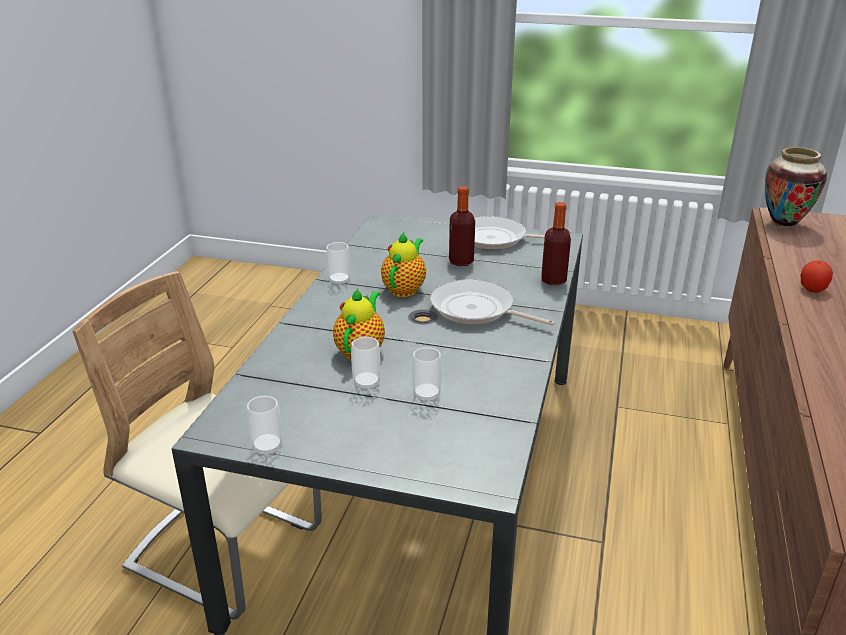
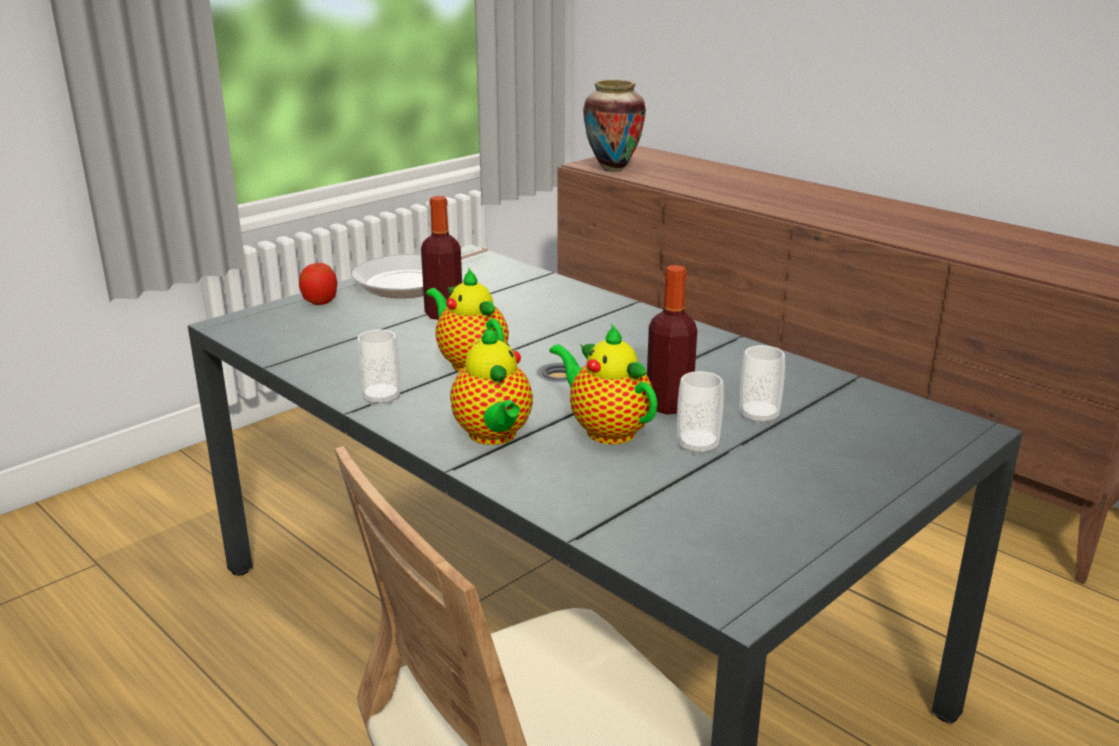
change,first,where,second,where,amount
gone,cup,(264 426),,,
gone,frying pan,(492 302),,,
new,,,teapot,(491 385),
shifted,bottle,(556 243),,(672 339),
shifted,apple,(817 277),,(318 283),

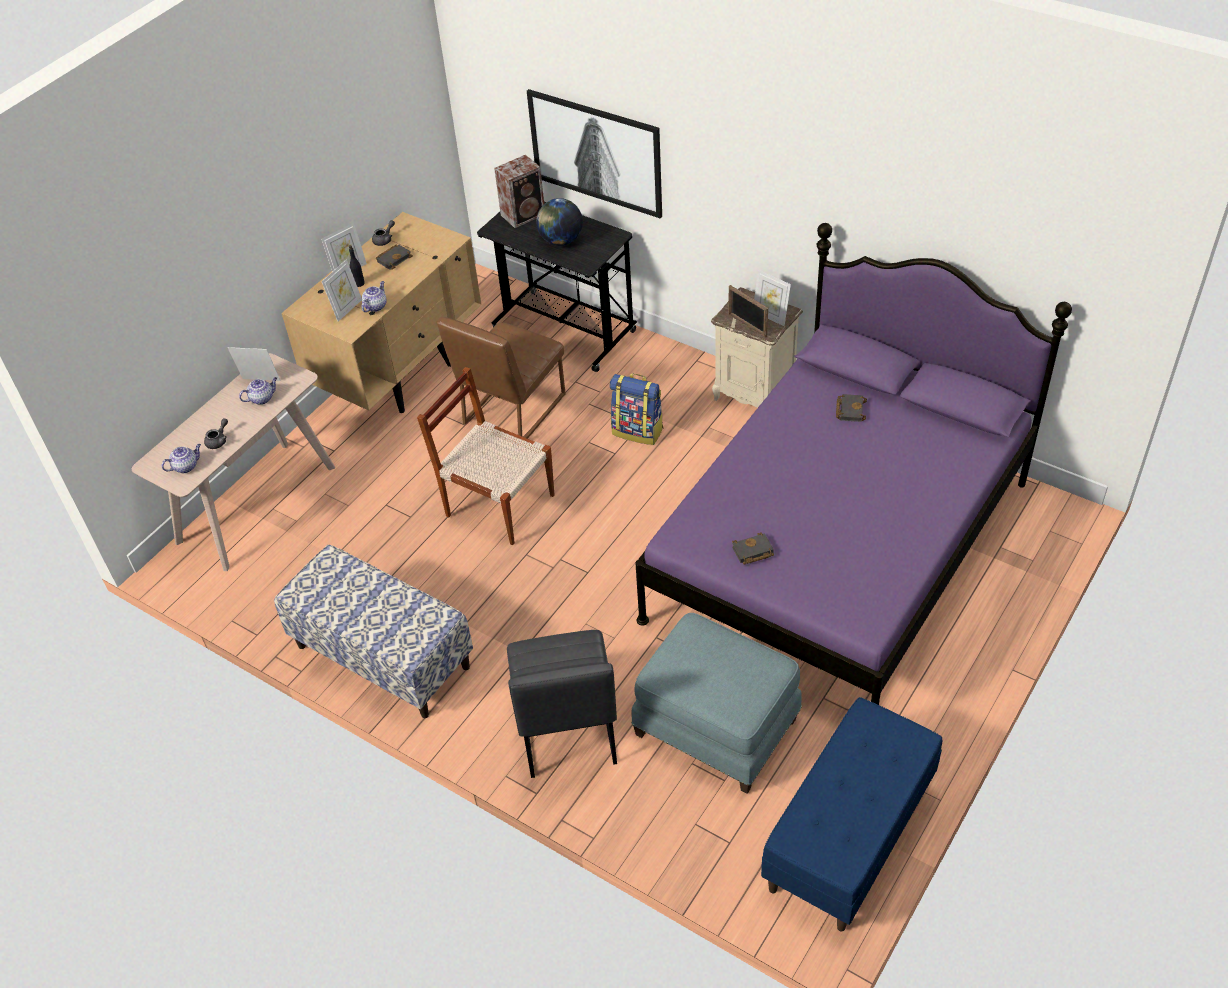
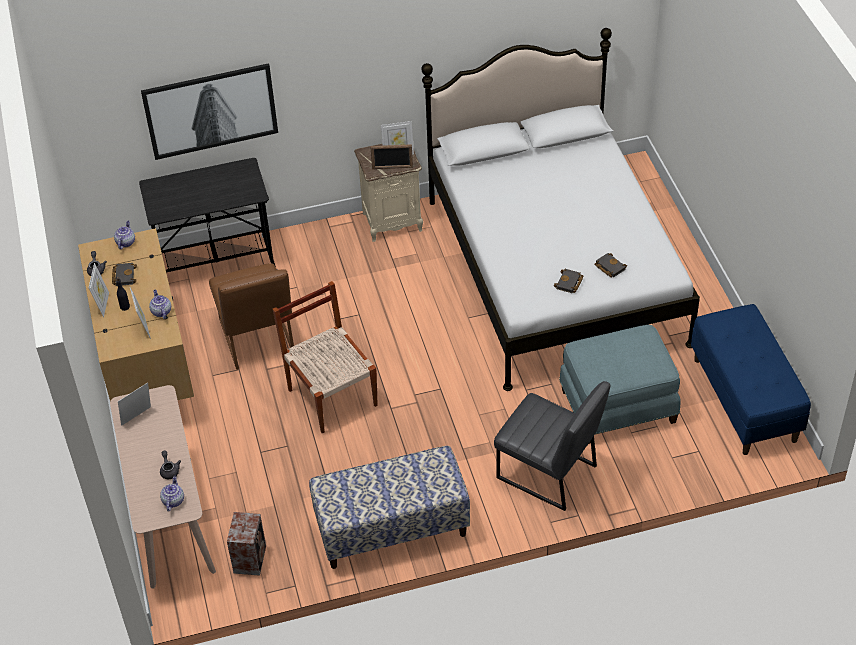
change,first,where,second,where,amount
gone,globe,(559 222),,,
gone,backpack,(636 409),,,
shifted,teapot,(258 391),,(124 234),
shifted,speaker,(519 191),,(246 544),
shifted,book (black),(851 408),,(610 265),
repainted,bed (purple),(853 464),bed (white),(560 209),
rotated,chair,(485 456),,(325 357),75 degrees clockwise

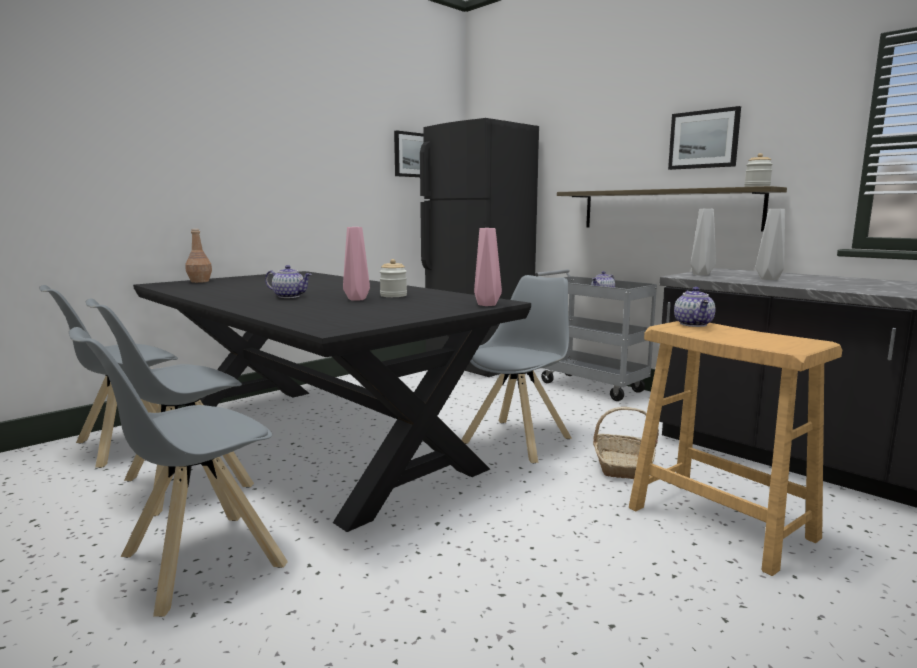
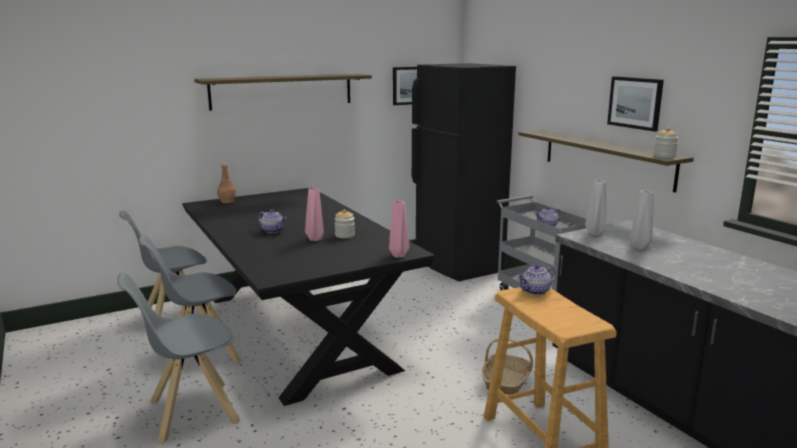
change,first,where,second,where,amount
gone,chair (grey),(516 369),,,
new,,,shelf,(283 92),
rotated,teapot,(695 307),,(536 279),45 degrees clockwise

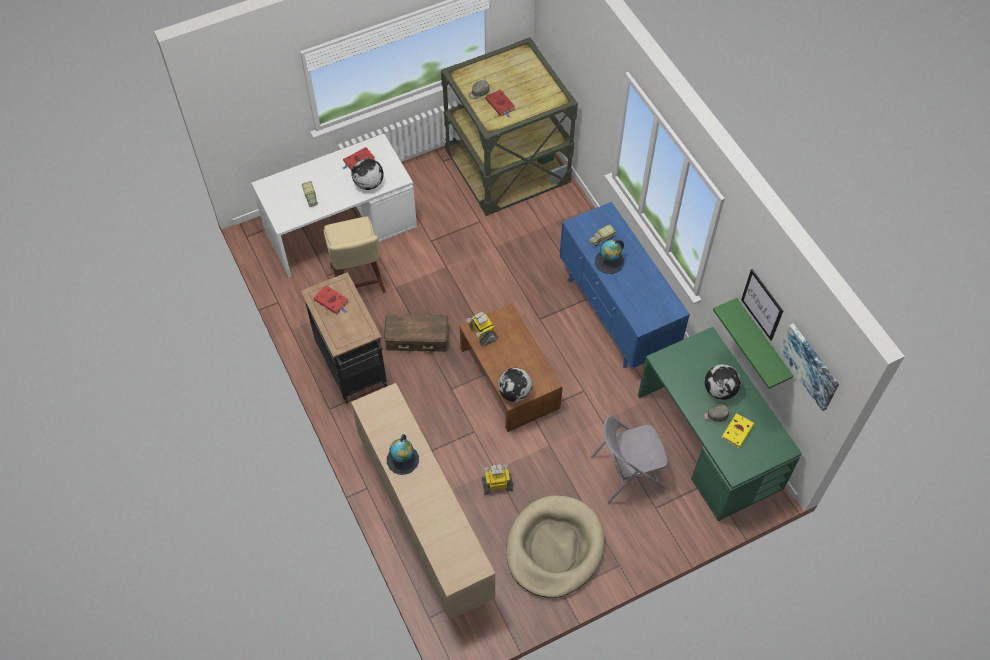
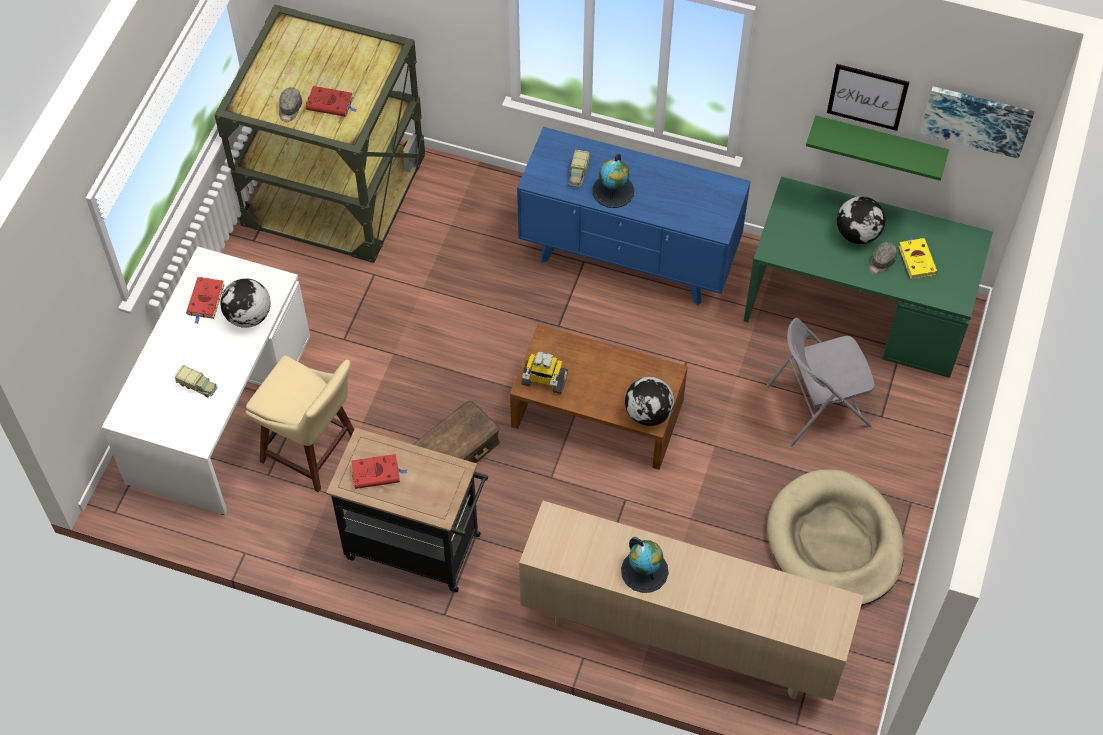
change,first,where,second,where,amount
gone,toy robot,(497 479),,,
rotated,chair (grey),(629 459),,(820 382),45 degrees clockwise

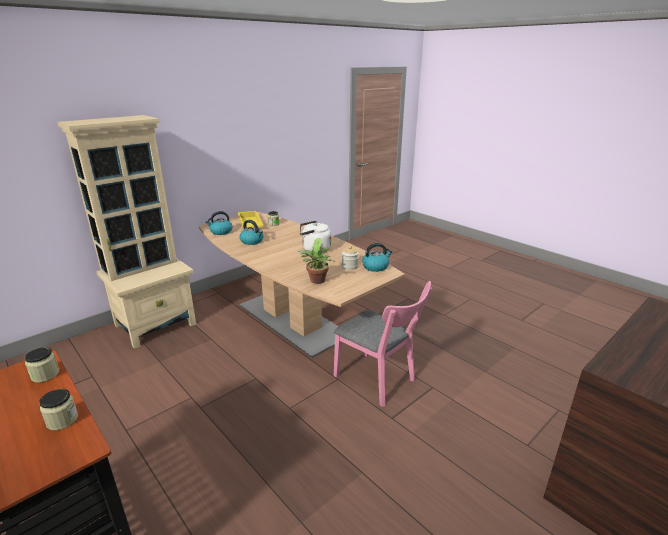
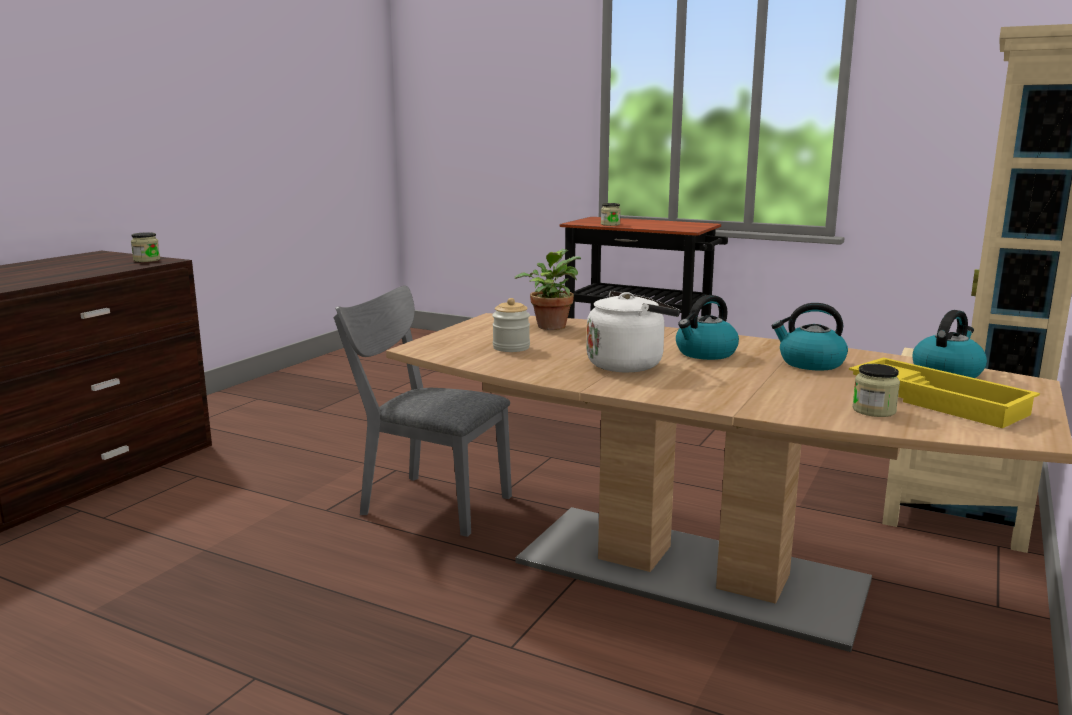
change,first,where,second,where,amount
shifted,jar,(41 365),,(145 247),
shifted,kettle,(377 257),,(707 327),
repainted,chair (pink),(383 344),chair (grey),(423 411),

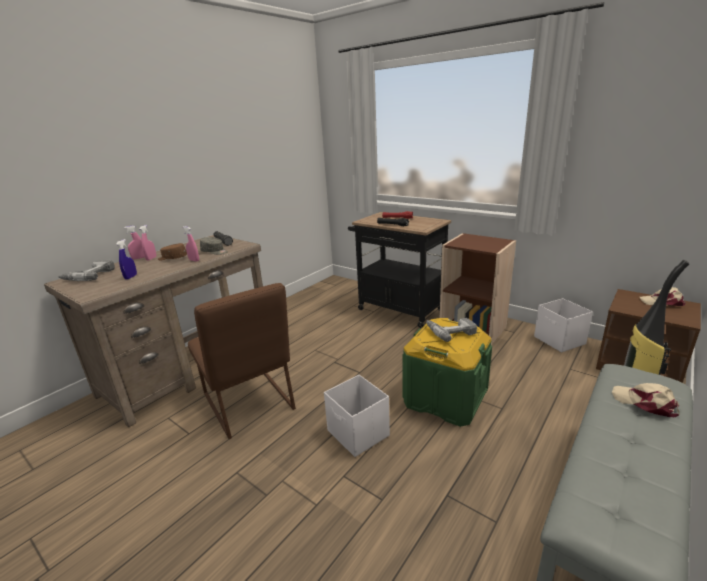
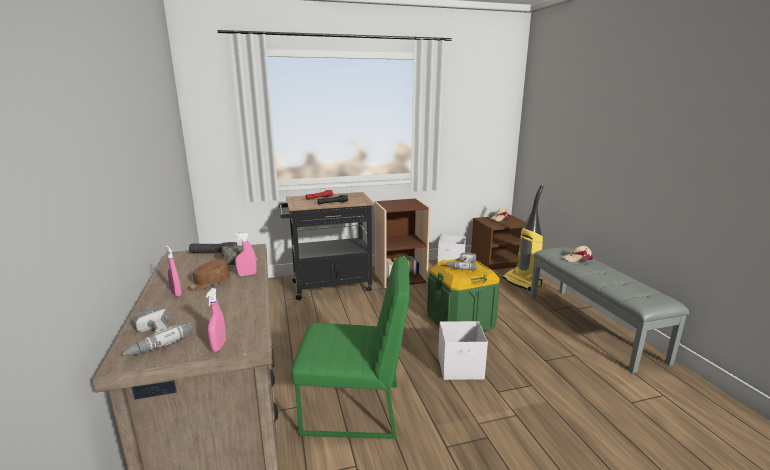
change,first,where,second,where,amount
gone,spray bottle (blue),(126 259),,,
shifted,spray bottle (pink),(134 242),,(216 320),
repainted,chair (brown),(242 361),chair (green),(350 348),

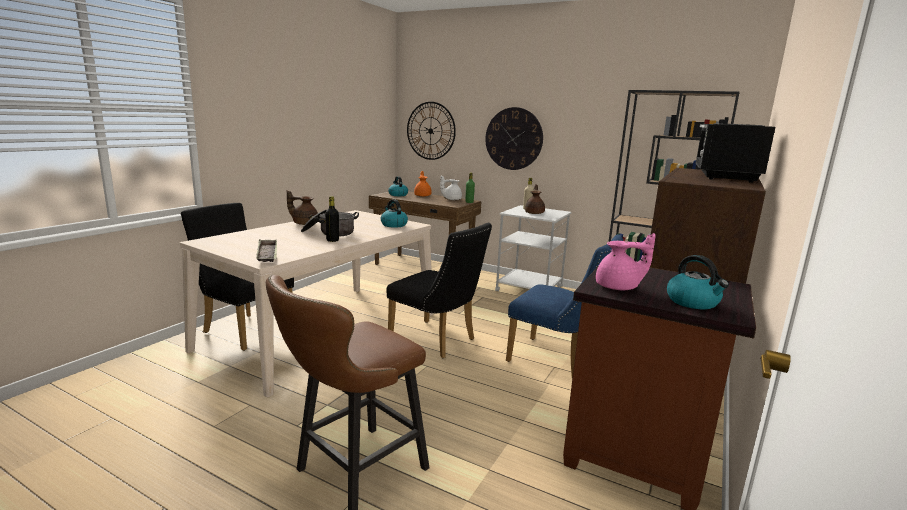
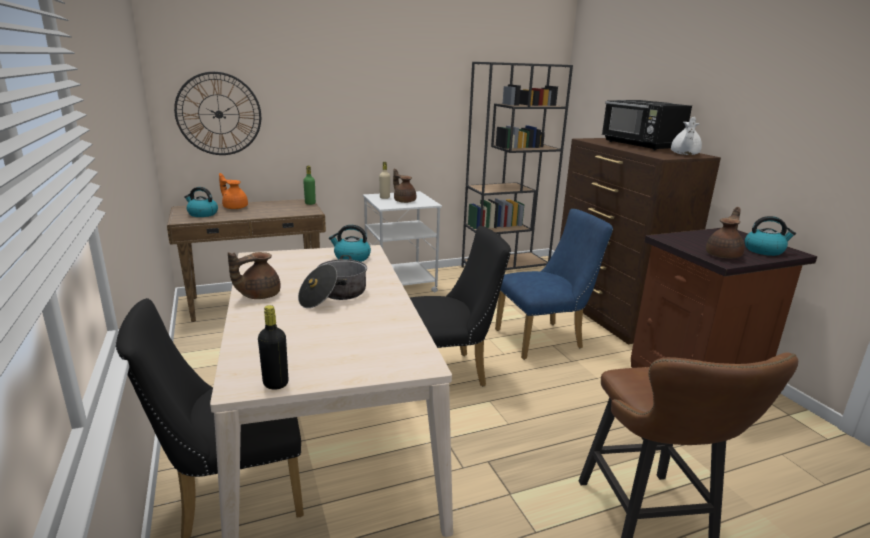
change,first,where,second,where,amount
gone,tray,(266 250),,,
gone,wall clock,(514 138),,,
shifted,bottle (black),(332 219),,(273 347),
shifted,teapot (white),(451 188),,(686 136),
repainted,teapot (pink),(626 261),teapot (brown),(725 232),

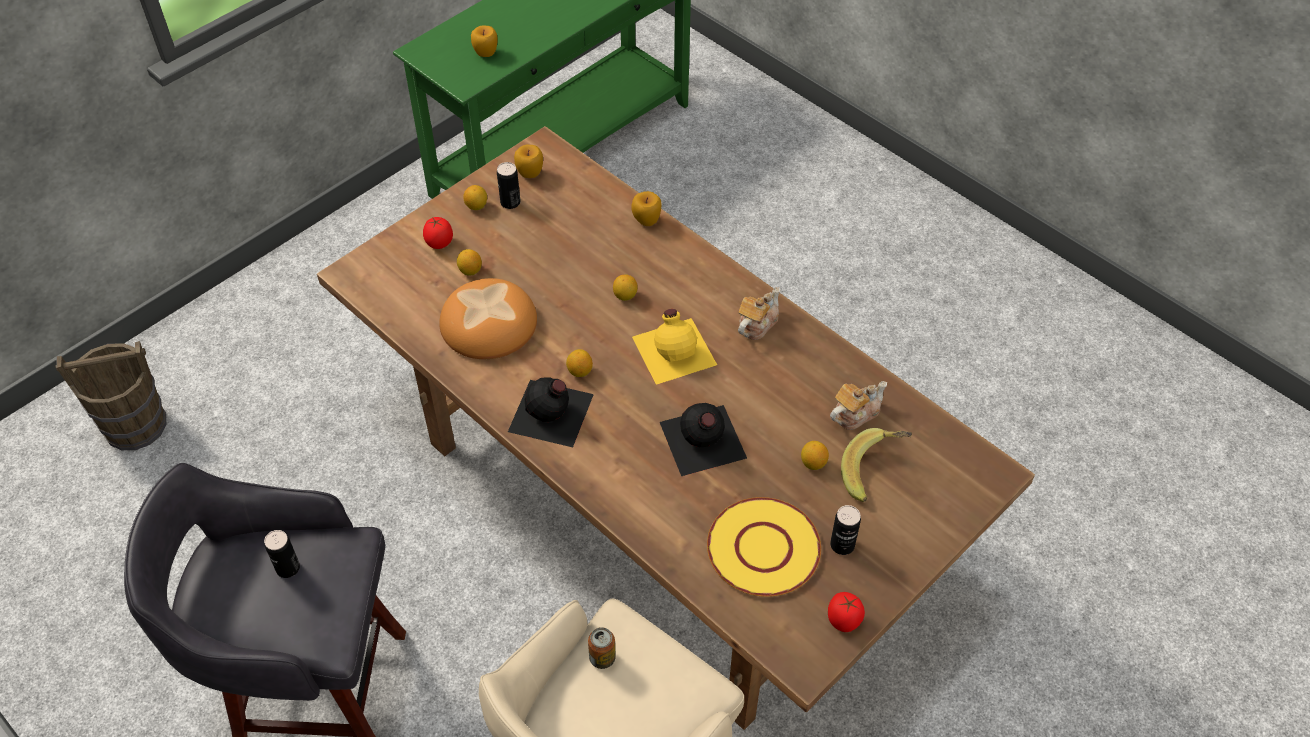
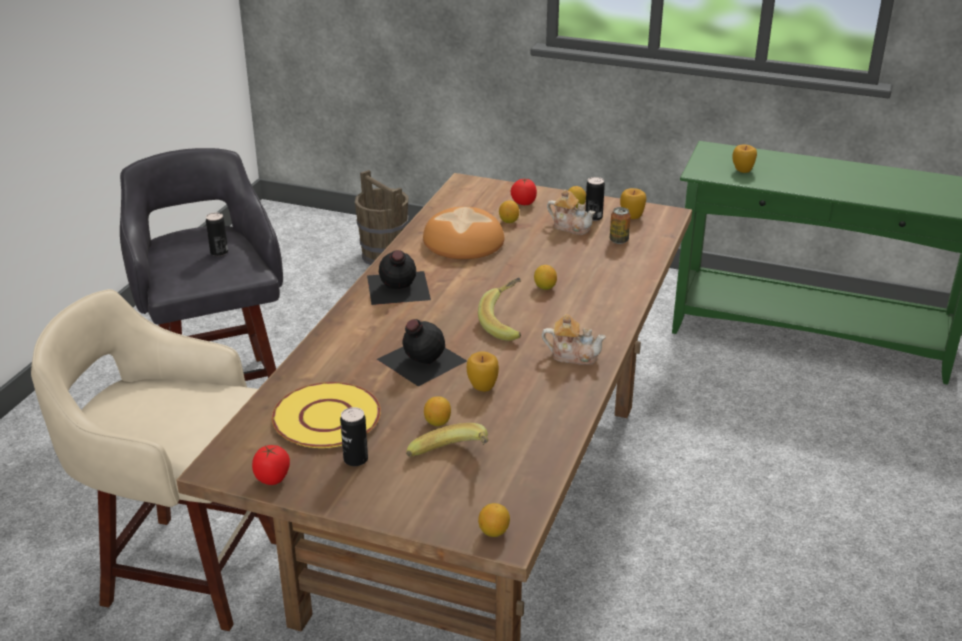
change,first,where,second,where,amount
shifted,lemon,(579 363),,(494 520),
shifted,can,(602 648),,(620 225),
shifted,apple,(646 208),,(483 371),
shifted,teapot,(858 405),,(571 212),
swapped,bottle (yellow),(674 347),banana,(499 309),

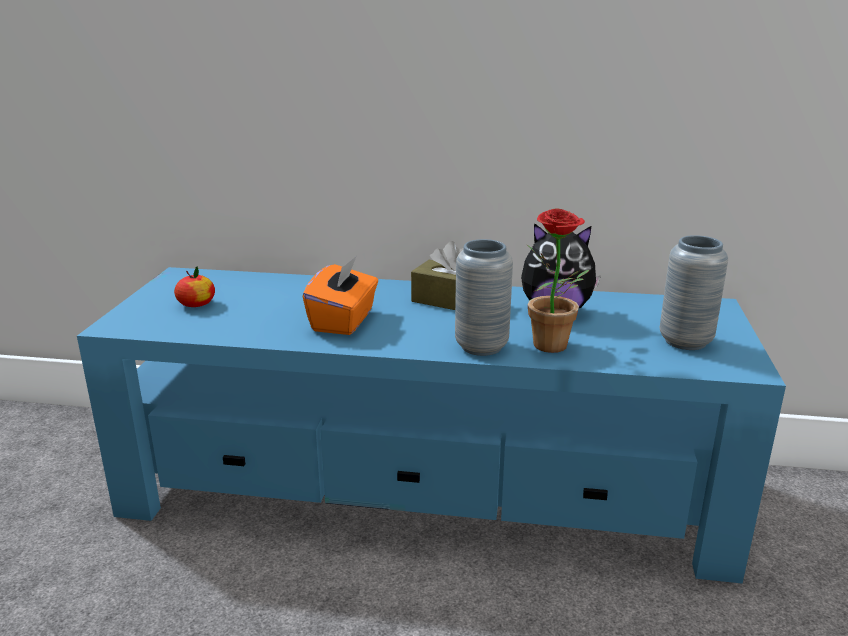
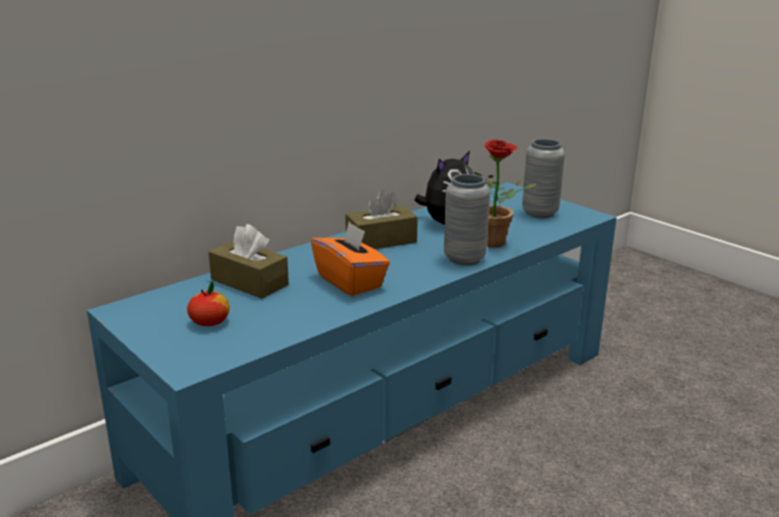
change,first,where,second,where,amount
new,,,tissue box (brown),(249 261),

